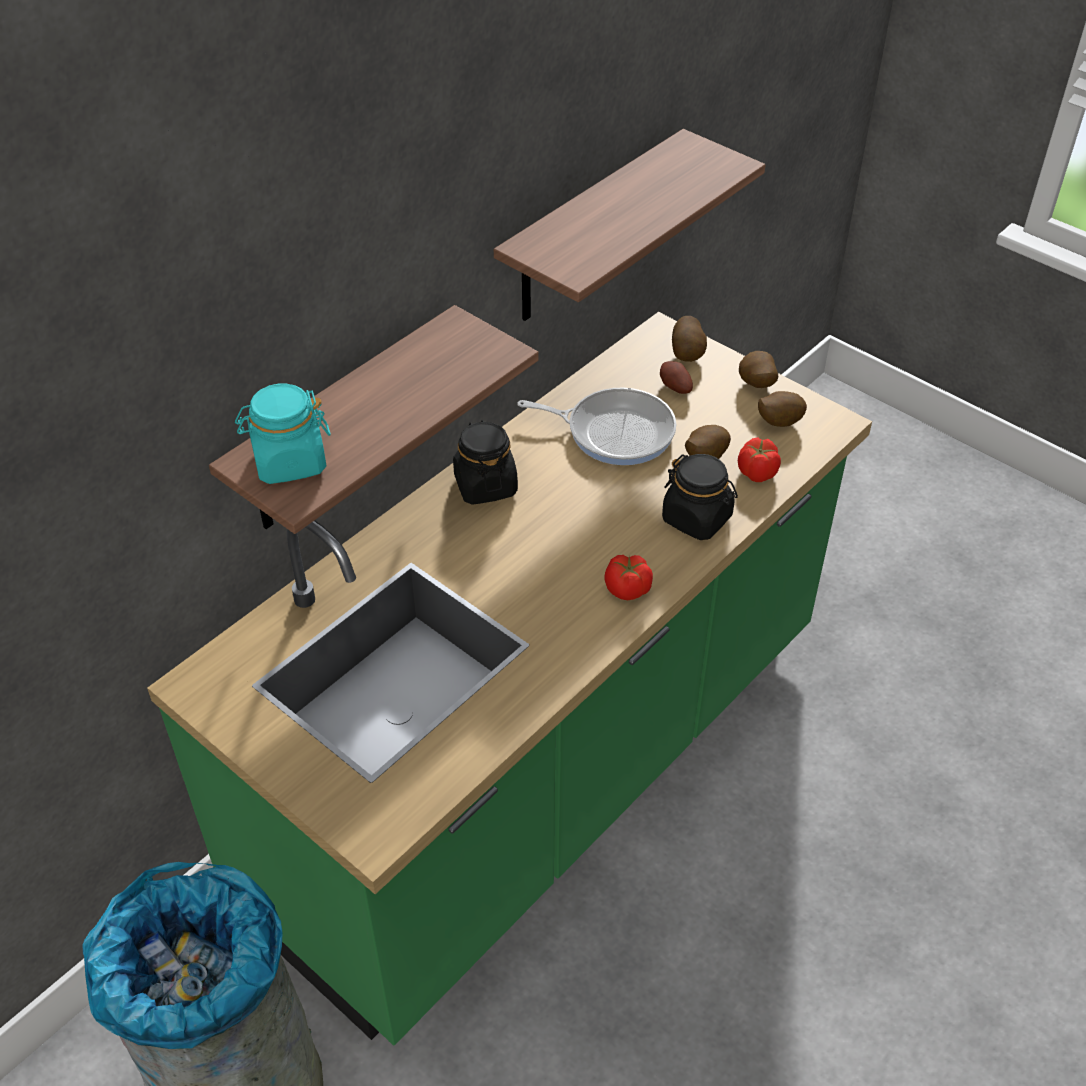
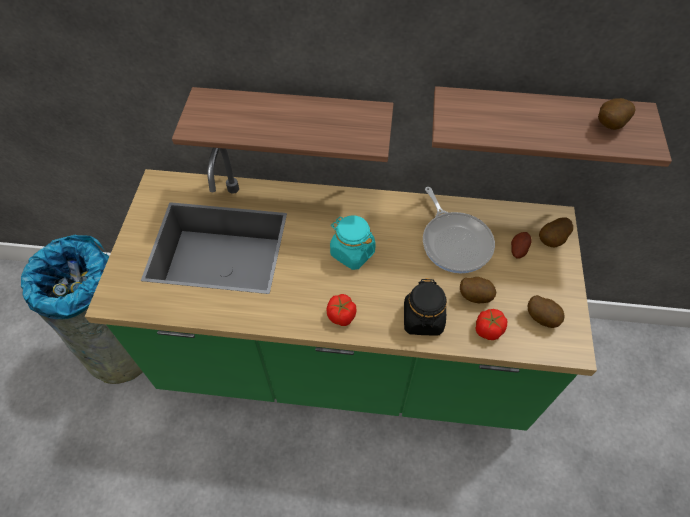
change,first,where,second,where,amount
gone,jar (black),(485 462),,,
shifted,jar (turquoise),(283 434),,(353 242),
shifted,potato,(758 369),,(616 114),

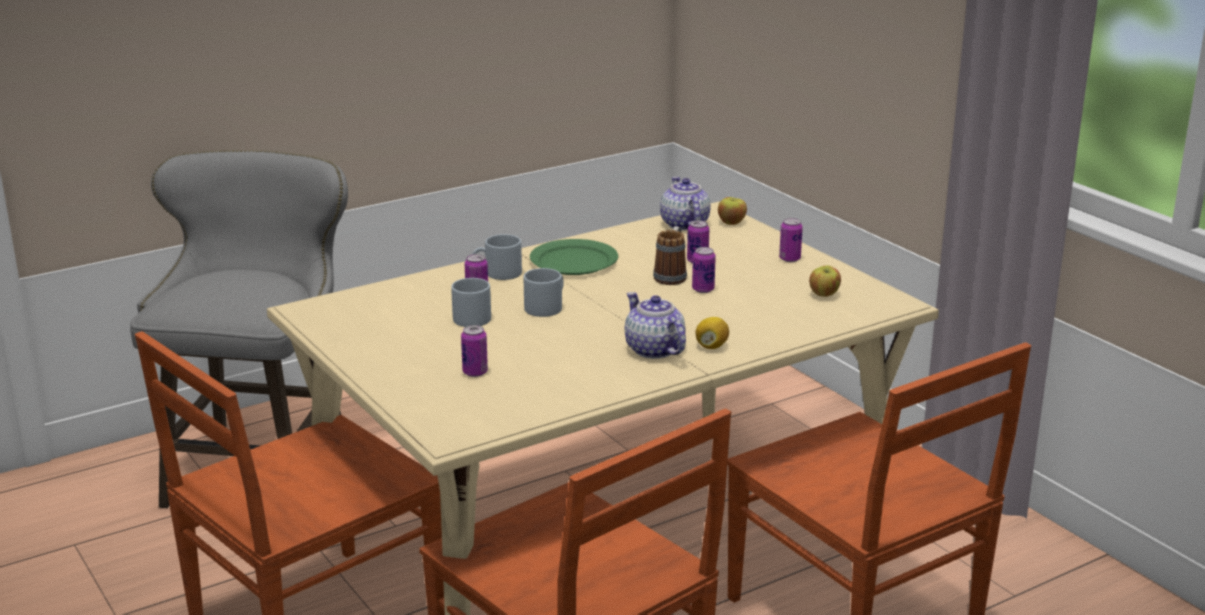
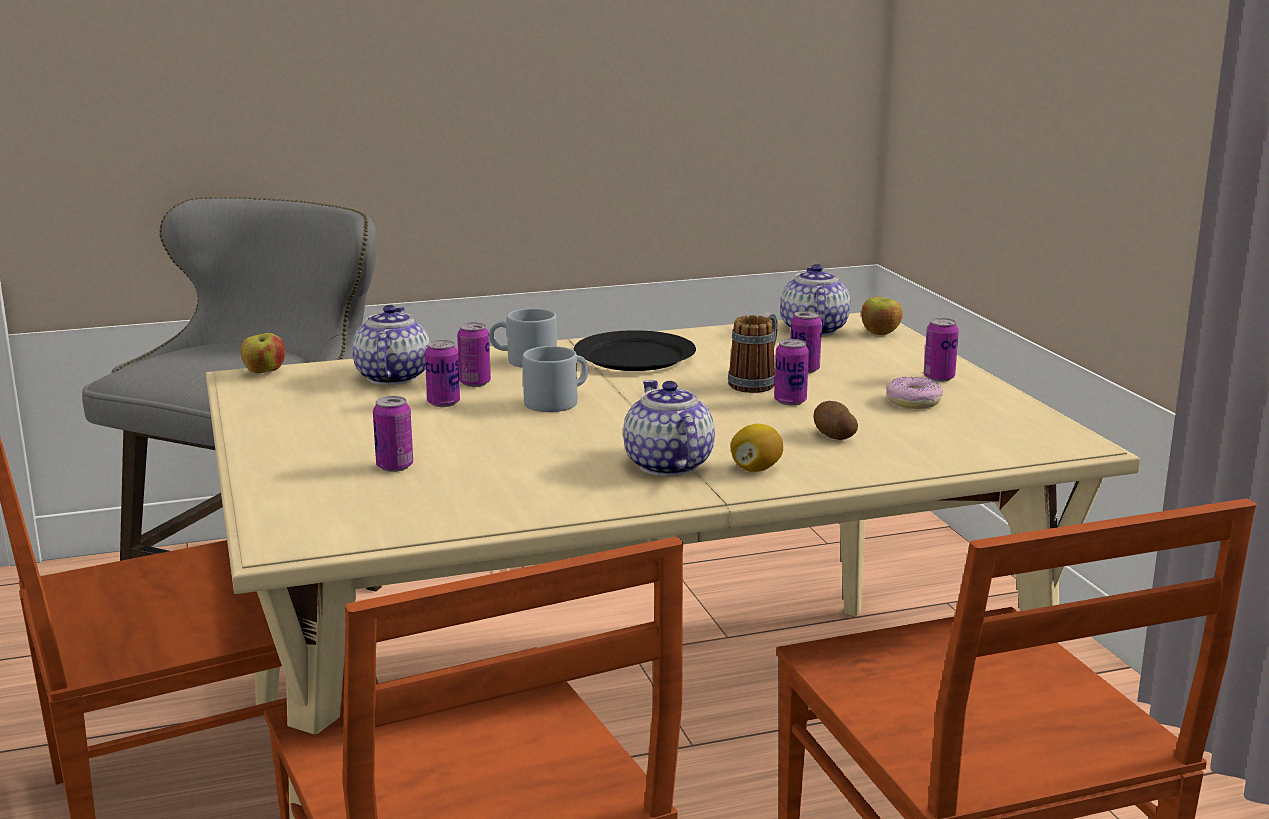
change,first,where,second,where,amount
new,,,teapot,(391 345),
new,,,potato,(836 420),
new,,,donut,(914 392),
shifted,apple,(825 281),,(263 353),
swapped,mug (grey),(471 302),can,(442 373),
repainted,plate (green),(574 257),plate (black),(635 350),

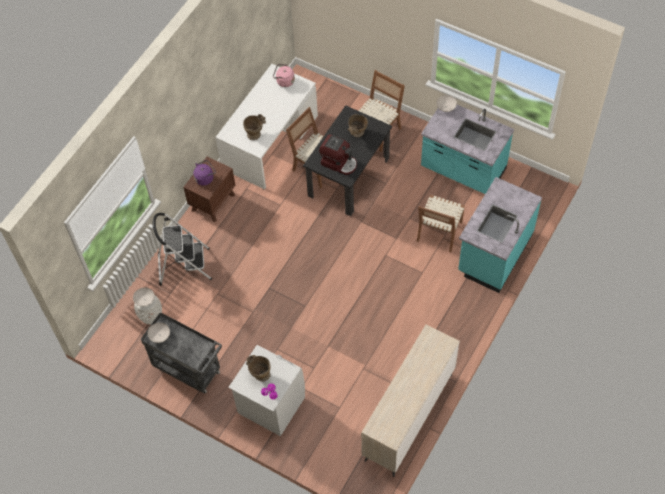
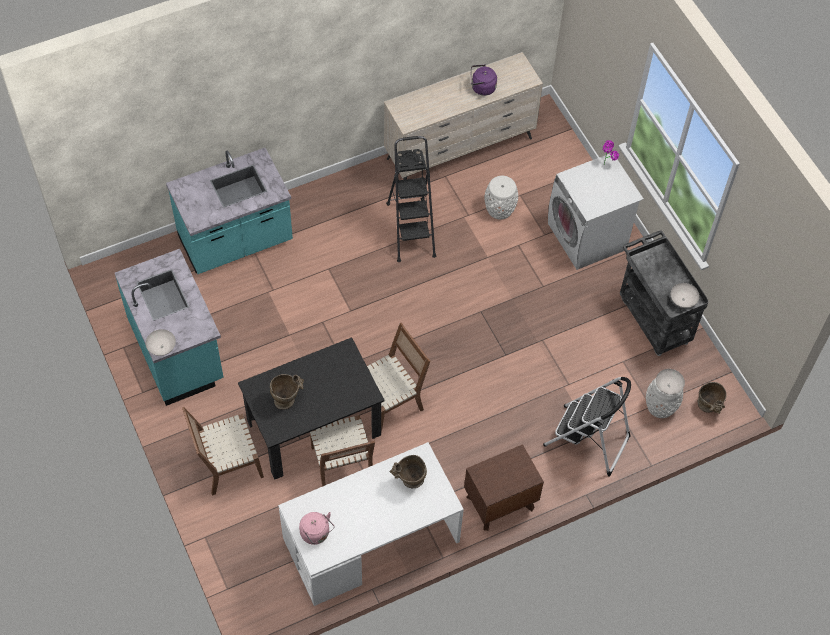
change,first,where,second,where,amount
gone,coffee machine,(338 154),,,
new,,,step ladder,(411 199),
new,,,stool (white),(501 197),
shifted,kettle (purple),(204 173),,(484 80),
shifted,vase (beige),(258 368),,(711 398),
shifted,chair,(441 224),,(398 377),

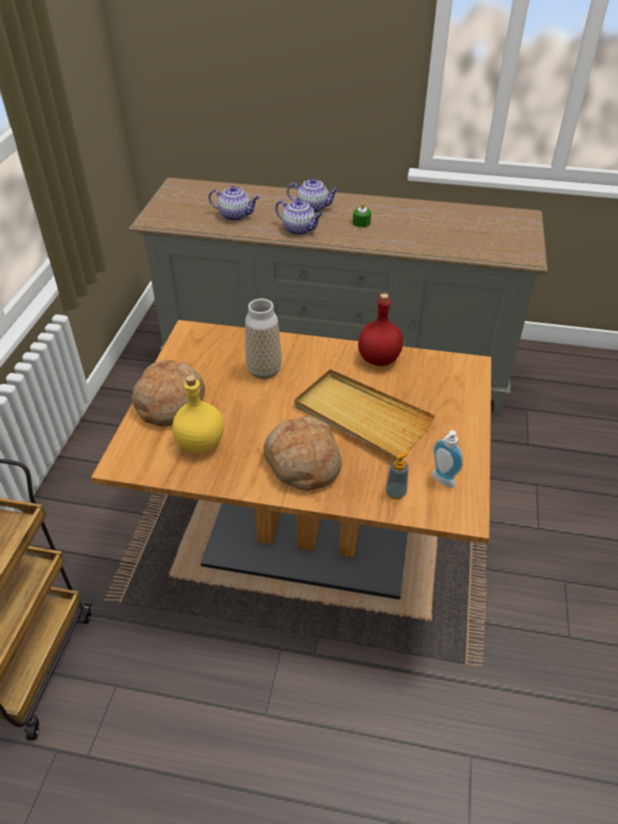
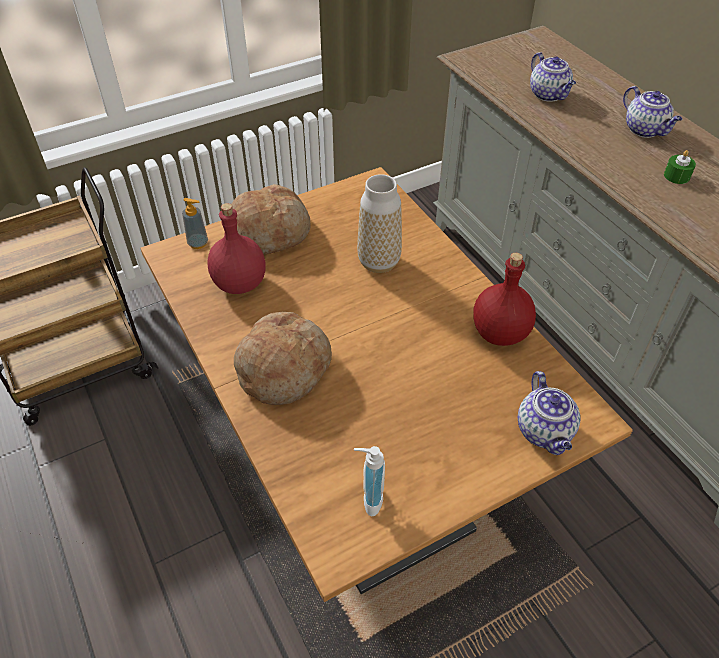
change,first,where,second,where,amount
gone,tray (beige),(365 414),,,
shifted,teapot,(299 217),,(549 413),
shifted,soap dispenser,(398 474),,(195 223),
repainted,bottle (yellow),(198 414),bottle (red),(236 248),

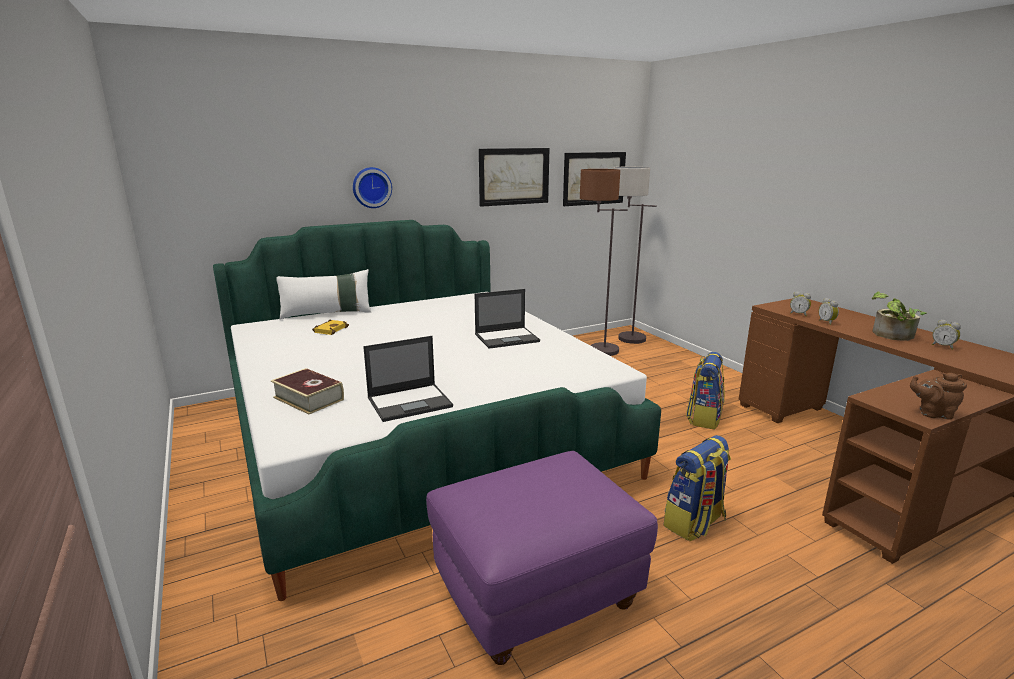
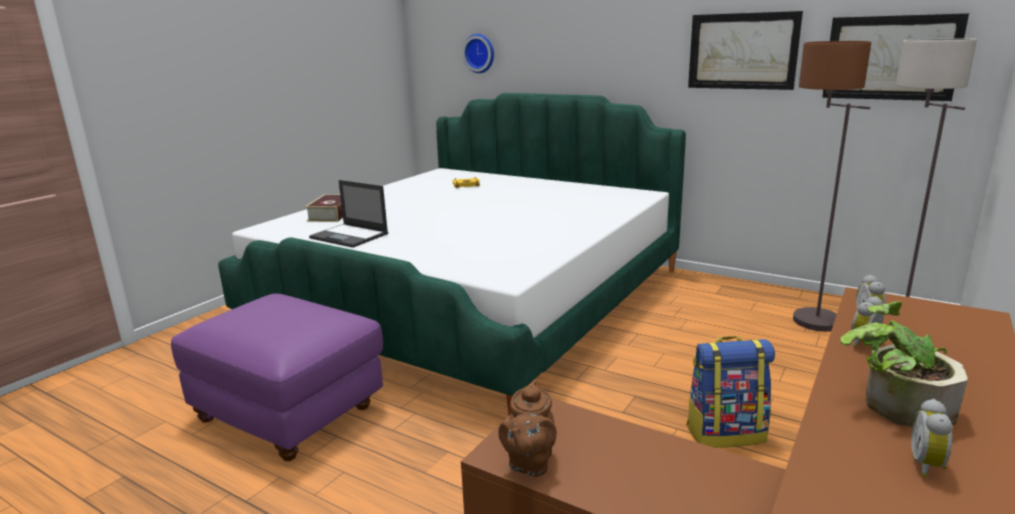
change,first,where,second,where,amount
gone,pillow (white),(323 294),,,
gone,laptop,(507 319),,,
gone,backpack,(697 488),,,
shifted,wall clock,(372 187),,(478 53),
rotated,teapot (brown),(938 396),,(527 428),150 degrees counterclockwise

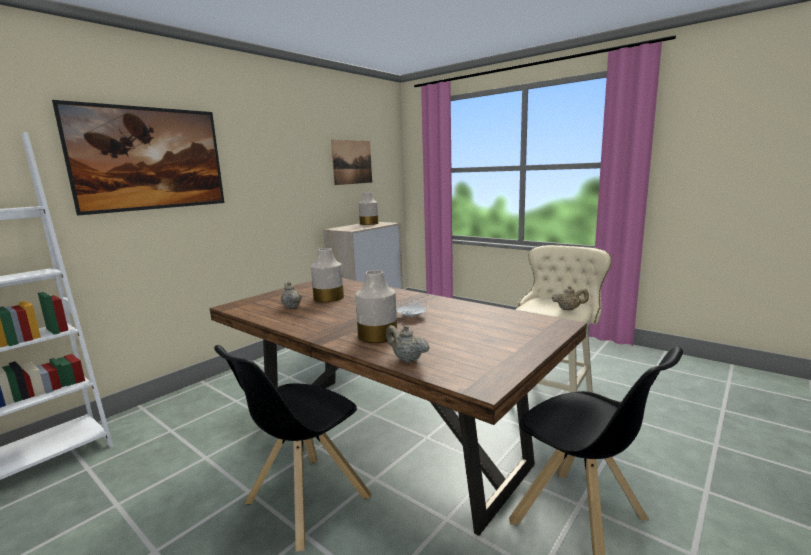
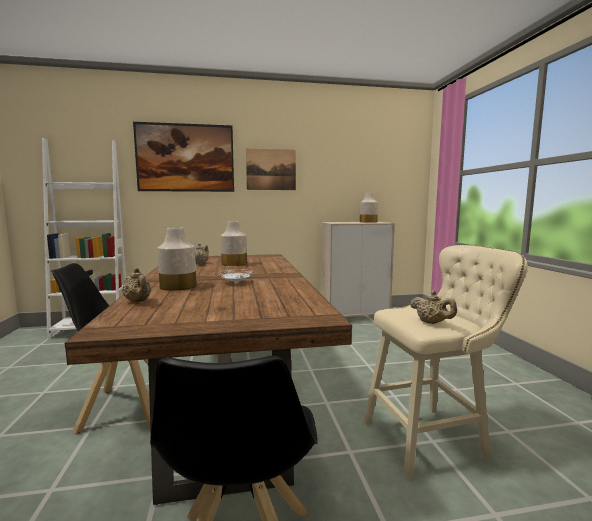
change,first,where,second,where,amount
shifted,picture,(351 162),,(271 169),
rotated,teapot (beige),(408 344),,(136 285),150 degrees clockwise

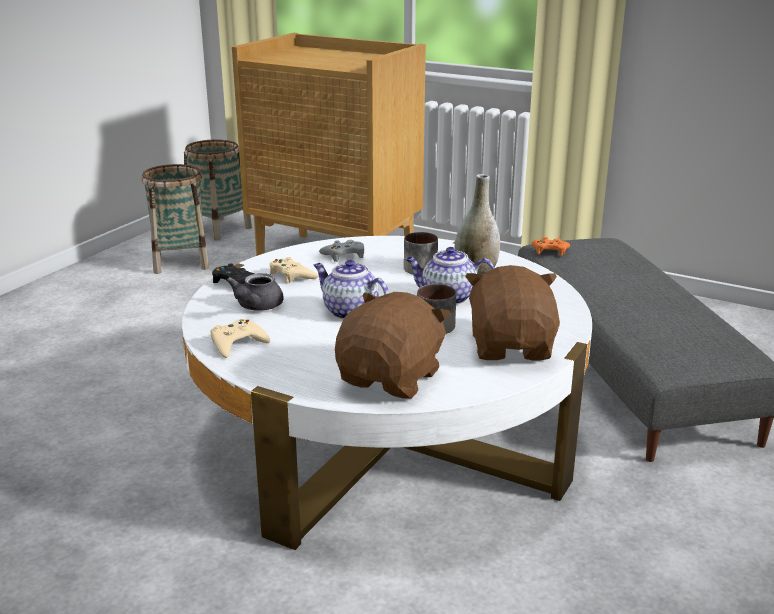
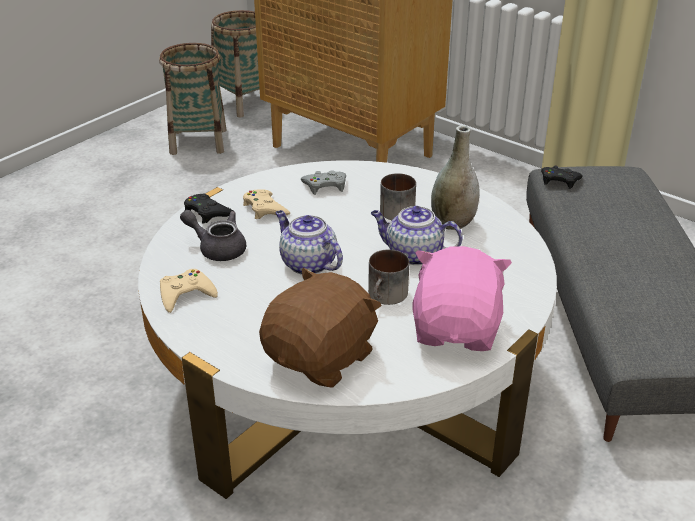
change,first,where,second,where,amount
repainted,plush toy (brown),(512 312),plush toy (pink),(462 298),
repainted,game controller (orange),(550 246),game controller (black),(561 177),
rotated,teapot (grey),(255 292),,(213 235),90 degrees clockwise

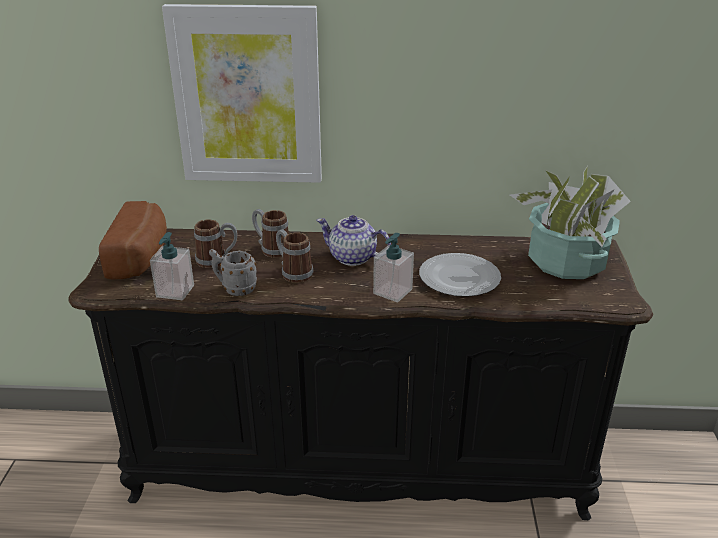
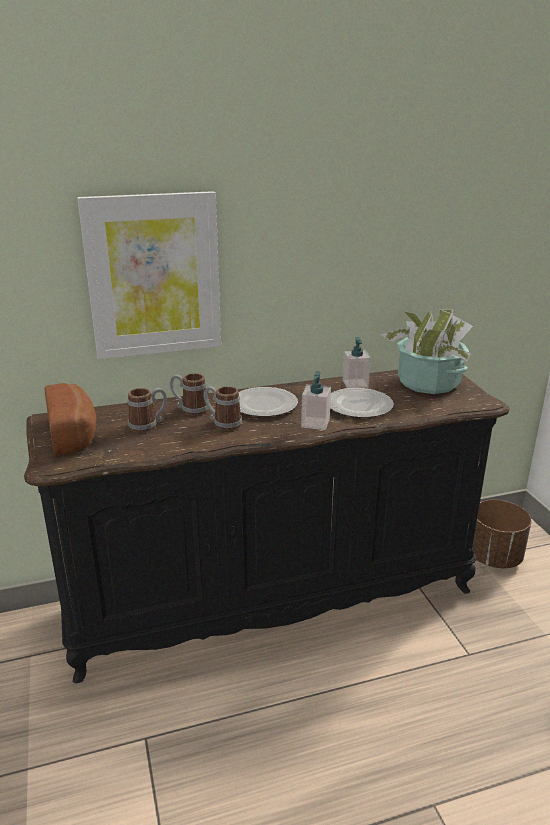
change,first,where,second,where,amount
gone,mug (grey),(233 272),,,
new,,,planter (brown),(502 534),
shifted,soap dispenser,(172 266),,(356 362),
swapped,teapot,(353 240),plate,(268 402),

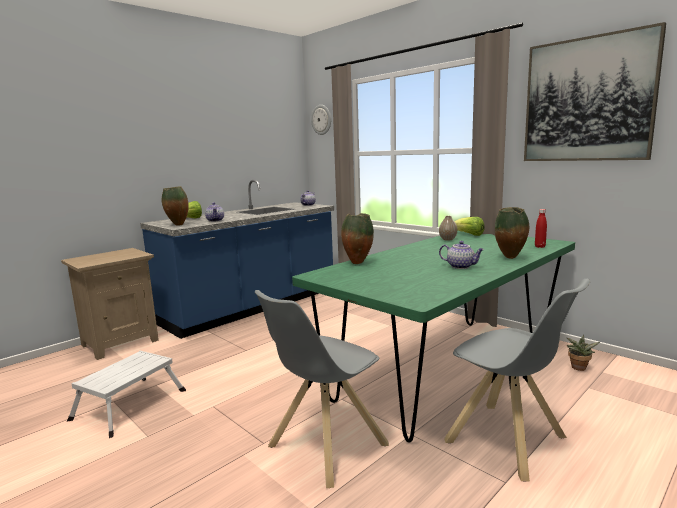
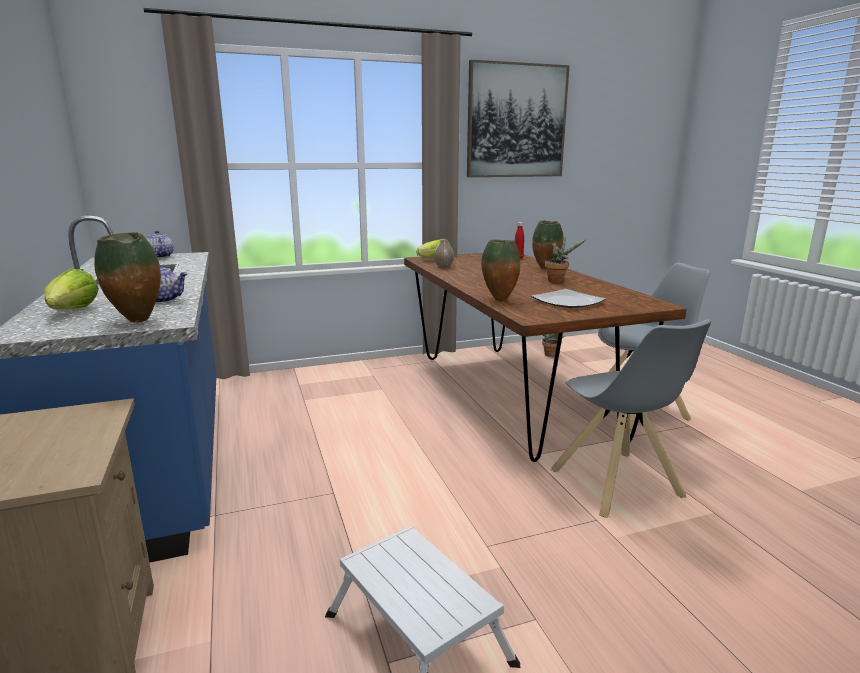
change,first,where,second,where,amount
gone,wall clock,(321 120),,,
new,,,plate,(568 298),
swapped,teapot,(461 255),potted plant,(566 259),
repainted,dining table (green),(433 337),dining table (brown),(545 357),

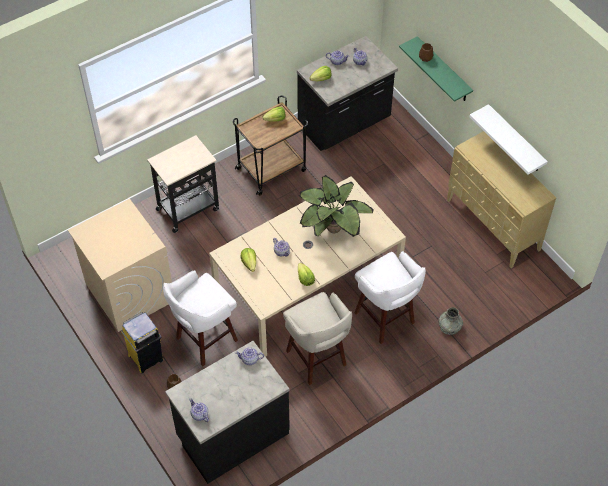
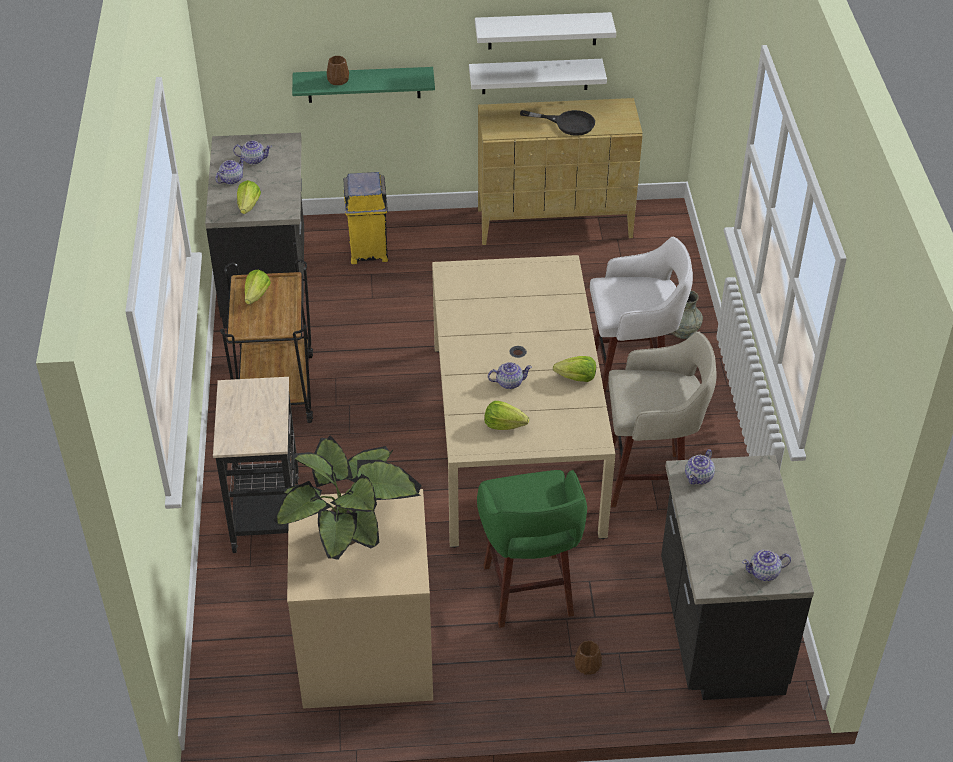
change,first,where,second,where,amount
new,,,shelf (white),(545 30),
new,,,frying pan (black),(557 123),
shifted,trash can (yellow),(142 342),,(365 218),
shifted,potted plant,(336 206),,(347 497),
repainted,stool (white),(200 318),stool (green),(532 549),

